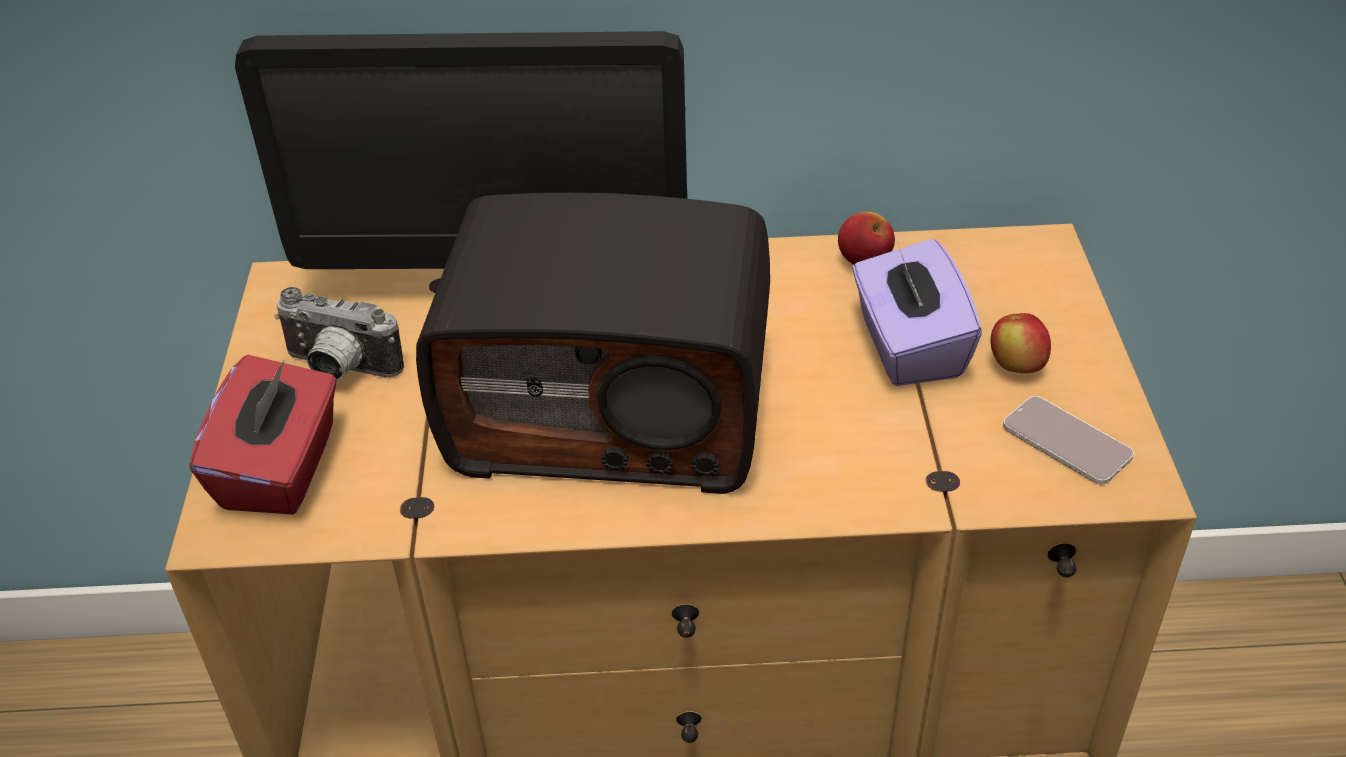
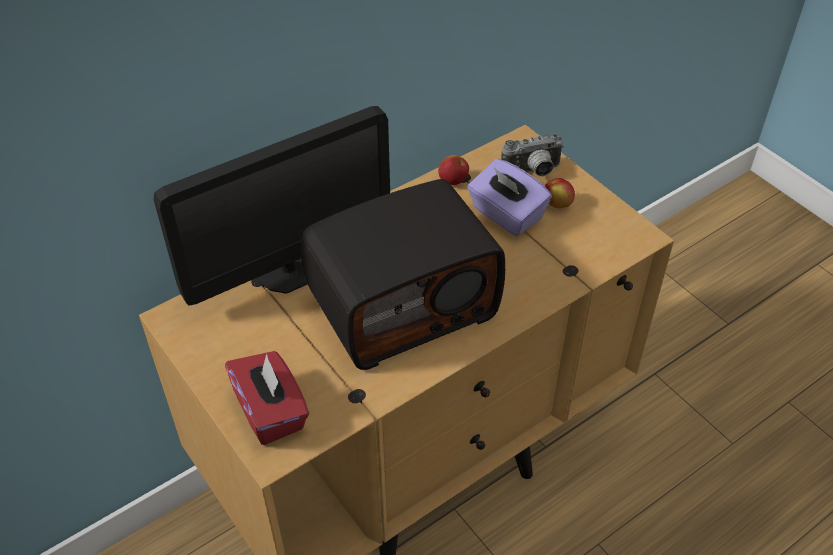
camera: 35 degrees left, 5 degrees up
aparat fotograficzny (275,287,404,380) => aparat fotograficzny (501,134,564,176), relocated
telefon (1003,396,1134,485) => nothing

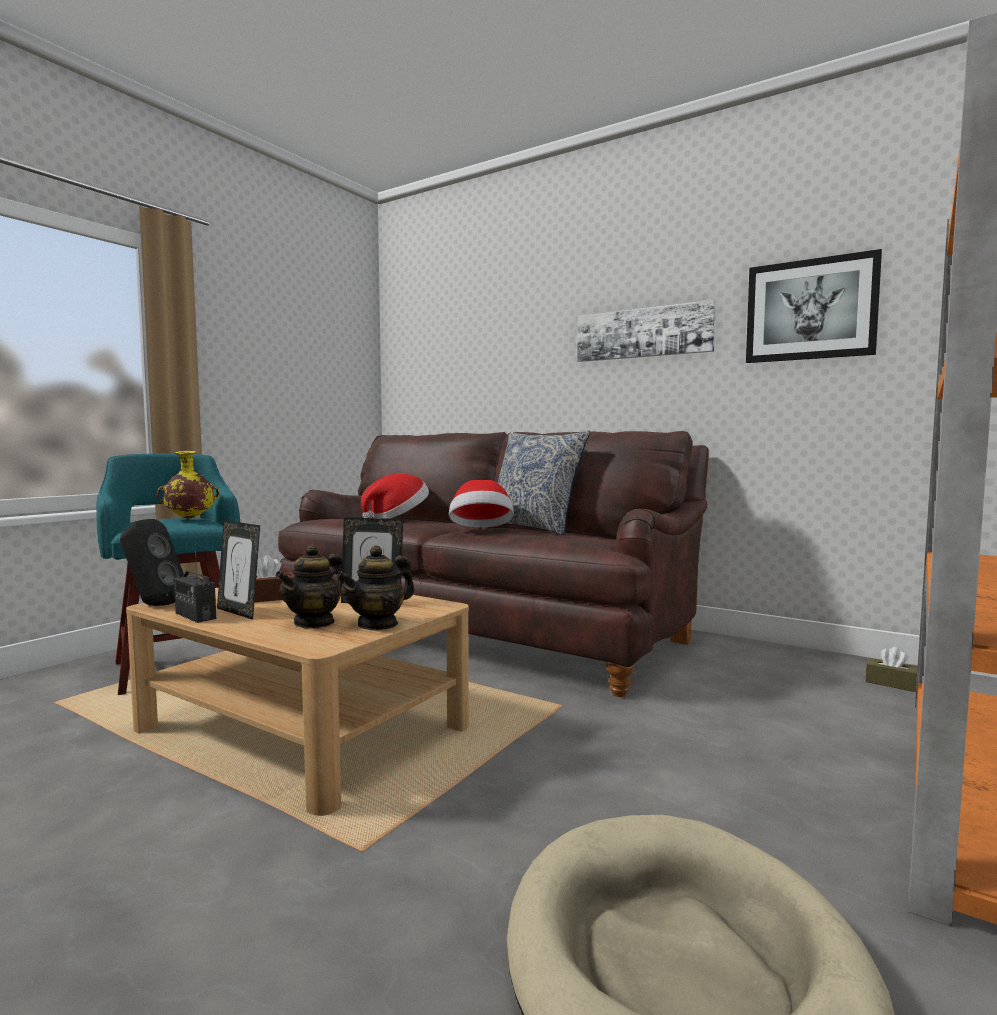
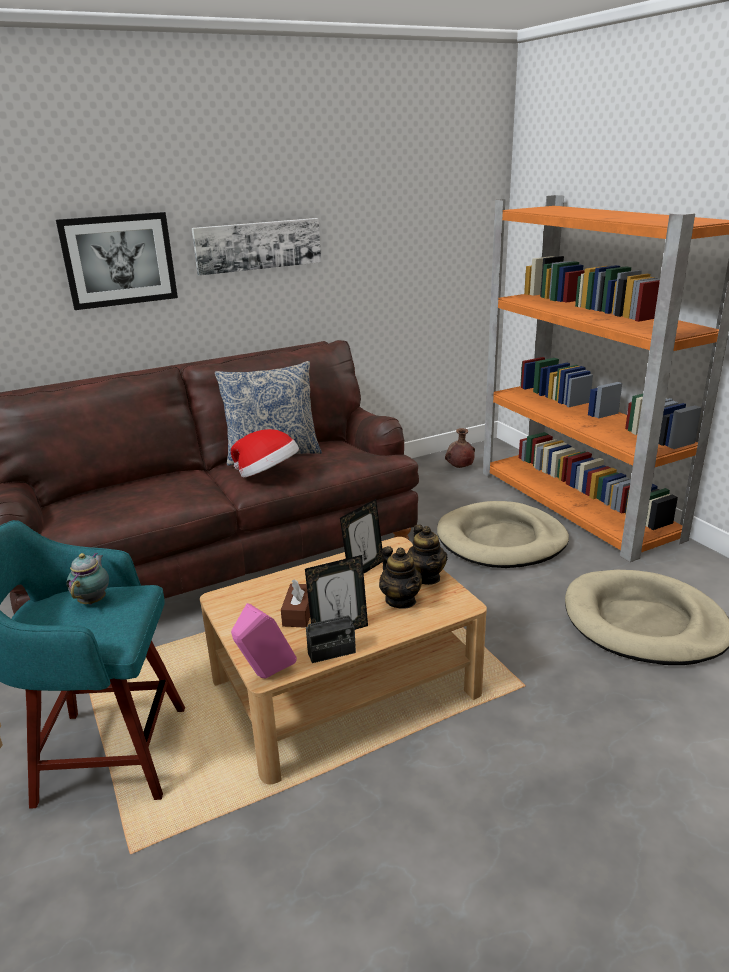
camera: 60 degrees left, 20 degrees up
głośnik (czarny) (120,519,184,606) => głośnik (różowy) (231,603,297,678)
wazon (żółty) (157,451,219,519) => imbryk (66,553,109,605)
kapelusz (361,474,429,519) => nothing
obraz (746,249,882,363) => obraz (56,212,178,310), relocated
pudełko chusteczek (brązowy) (866,647,917,692) => wazon (brązowy) (445,428,475,468)
nothing => legowisko (beżowy) (437,501,569,568)

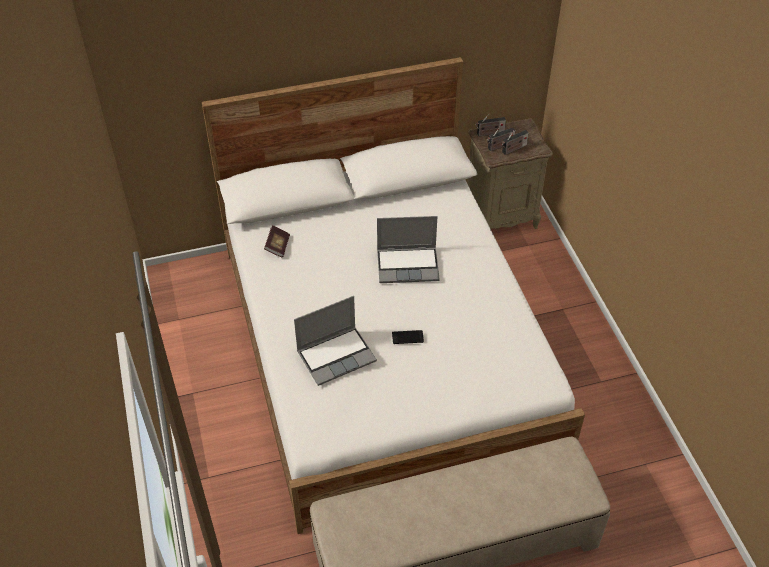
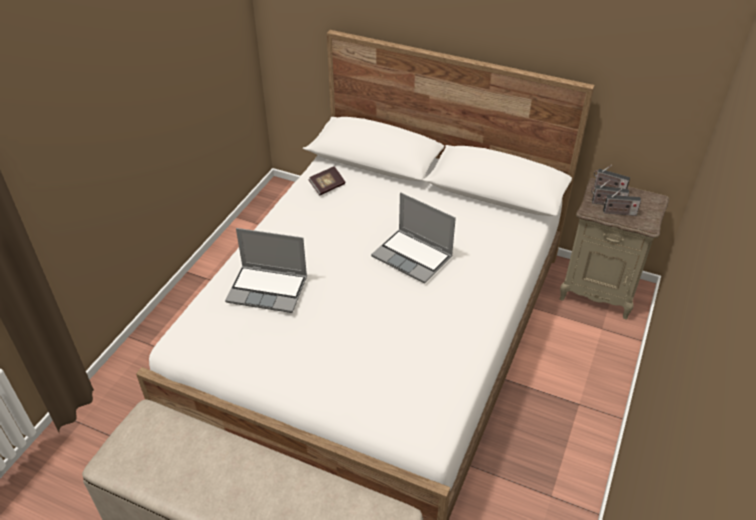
camera: 40 degrees right, 5 degrees down
telefon (392,330,424,344) => nothing

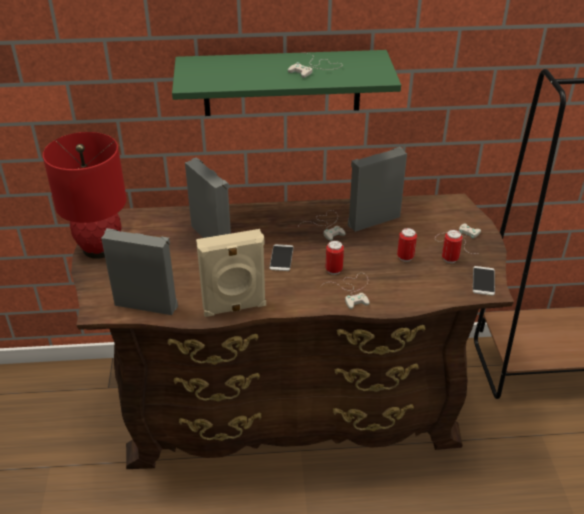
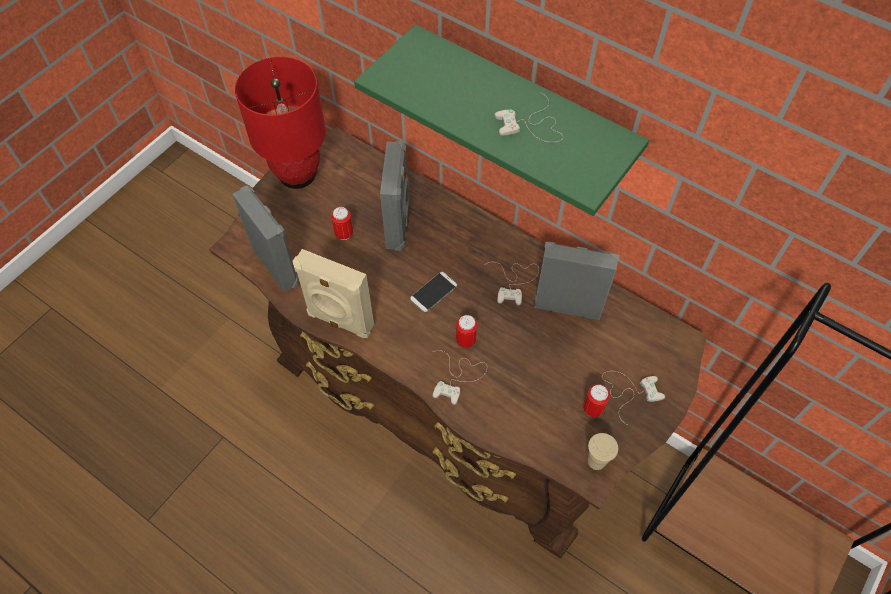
camera: 40 degrees right, 20 degrees up
puszka (397,228,417,262) => puszka (331,207,353,240), relocated
telefon (473,266,495,296) => filiżanka (beżowy) (588,433,618,470)

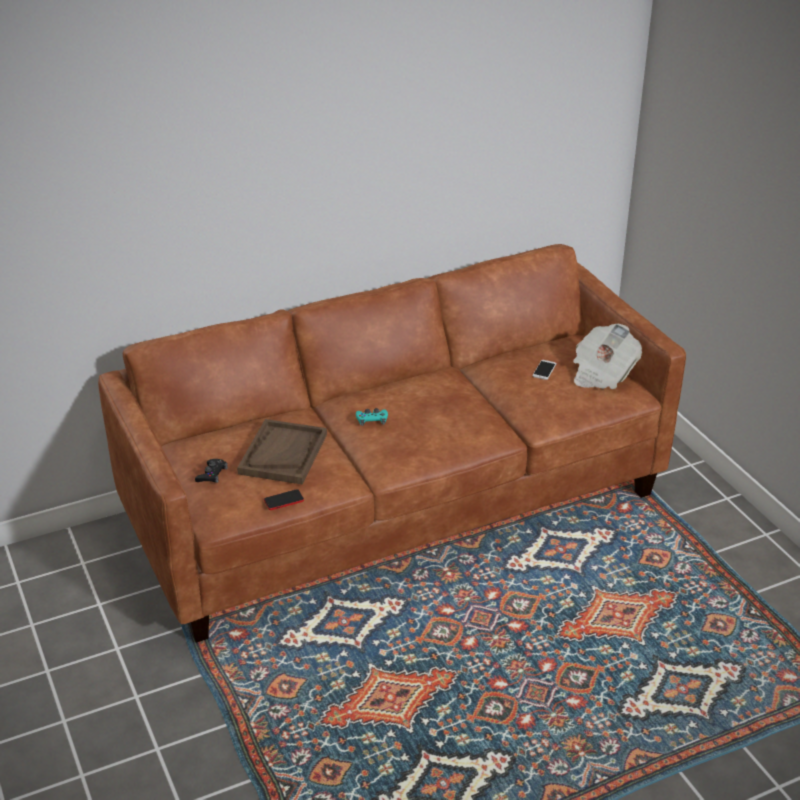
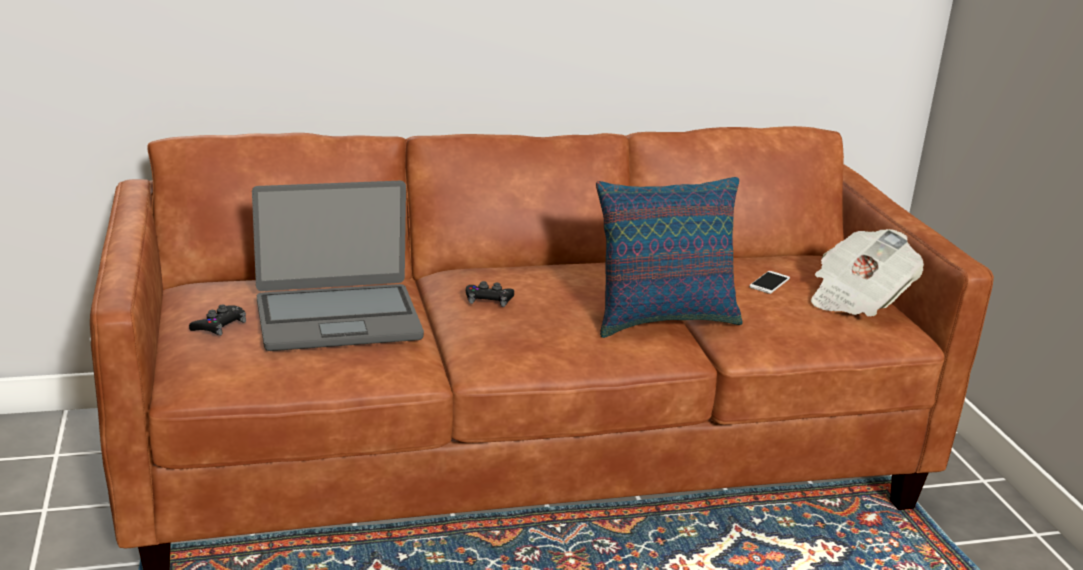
camera: 10 degrees right, 10 degrees down
taca (brązowy) (237,419,327,484) => laptop (252,181,424,351)
telefon (264,489,304,510) => nothing
pad do gier (turkusowy) (356,408,388,426) => pad do gier (czarny) (466,281,514,307)
nothing => poduszka (niebieski) (596,177,743,338)

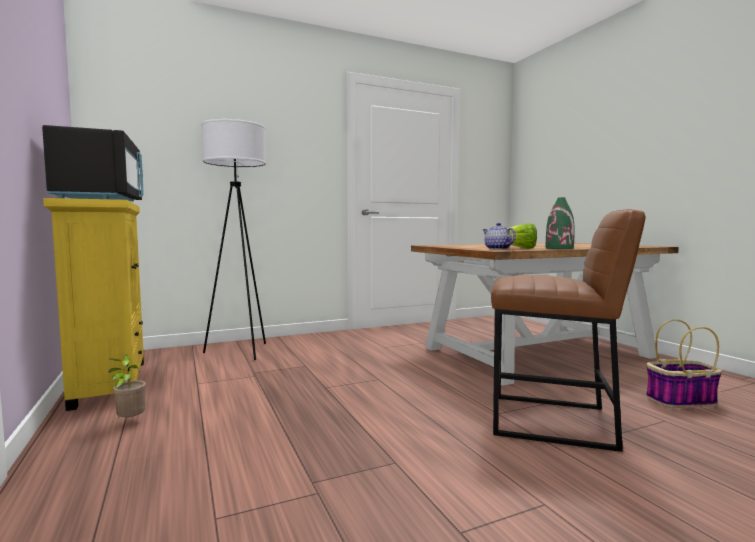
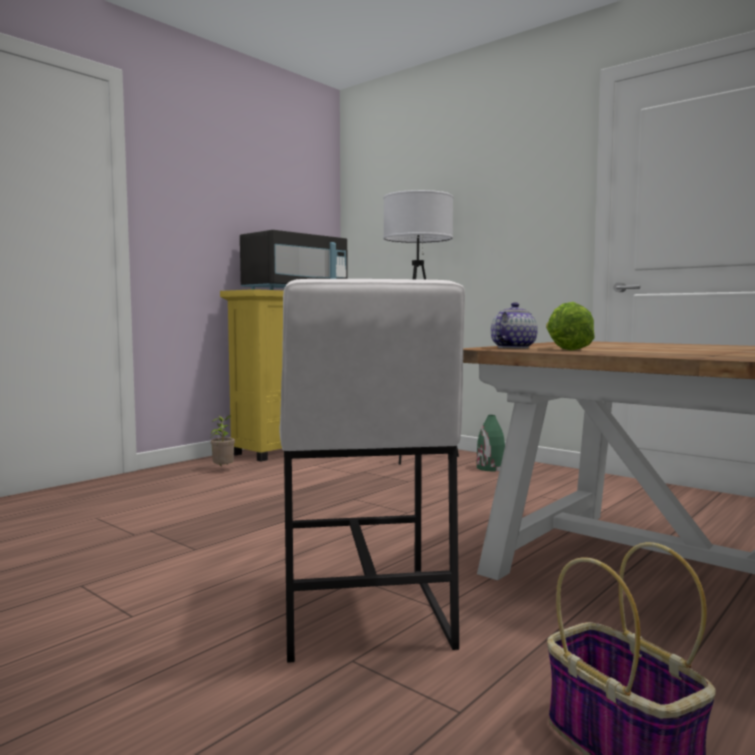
camera: 65 degrees right, 0 degrees up
krzesło (brązowy) (491,209,646,452) => krzesło (biały) (279,279,465,663)
wazon (zielony) (546,197,574,249) => wazon (zielony) (477,415,505,471), relocated

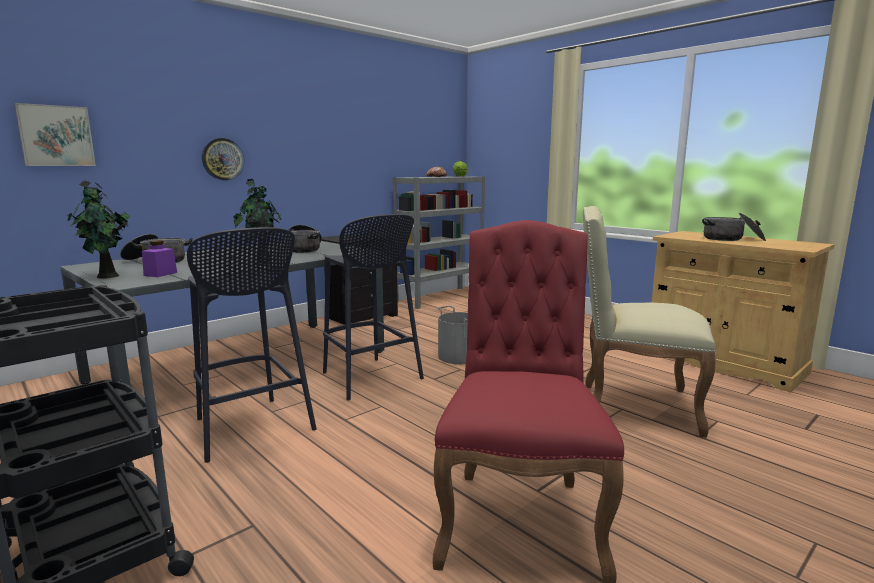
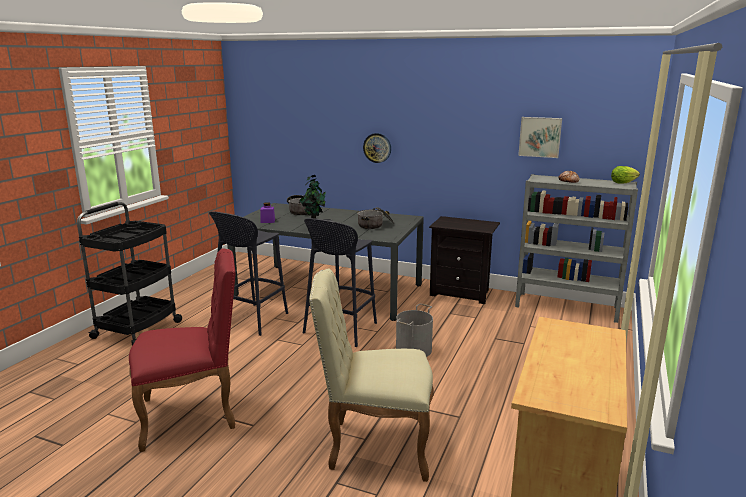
camera: 65 degrees right, 5 degrees up
obraz (14,103,96,166) => obraz (518,117,562,158), relocated
roślina doniczkowa (67,180,131,279) => nothing
krzesło (beżowy) (583,206,716,438) => krzesło (beżowy) (309,268,434,482), 75 degrees counterclockwise
garnek (702,213,766,241) => nothing

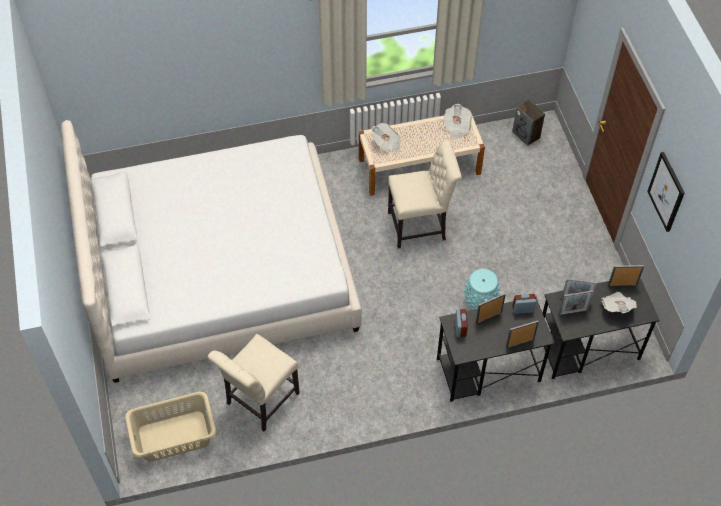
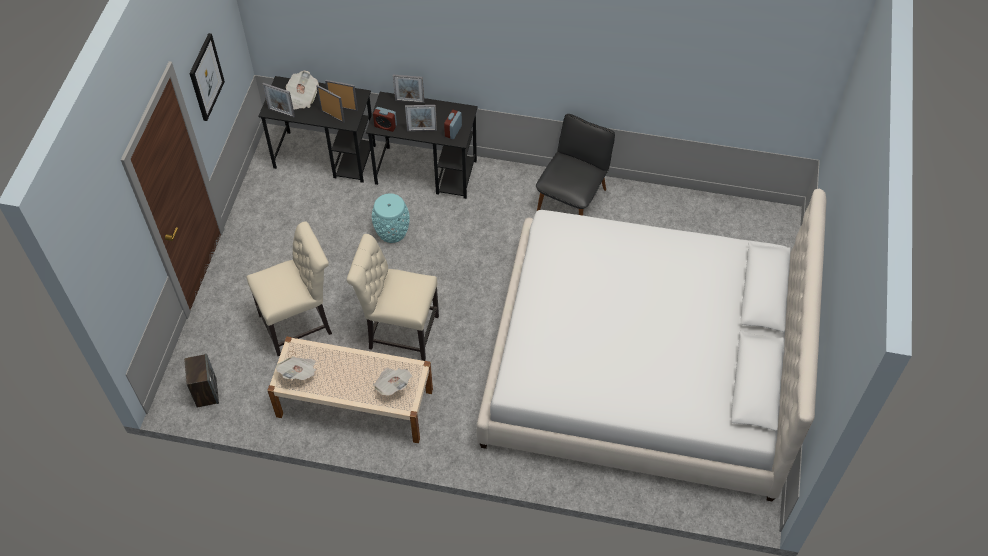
camera: 155 degrees left, 0 degrees up
kosz na pranie (beżowy) (125,392,216,462) => nothing
krzesło (beżowy) (208,334,300,431) => krzesło (beżowy) (246,221,332,356), relocated
nothing => krzesło (czarny) (536,114,615,215)

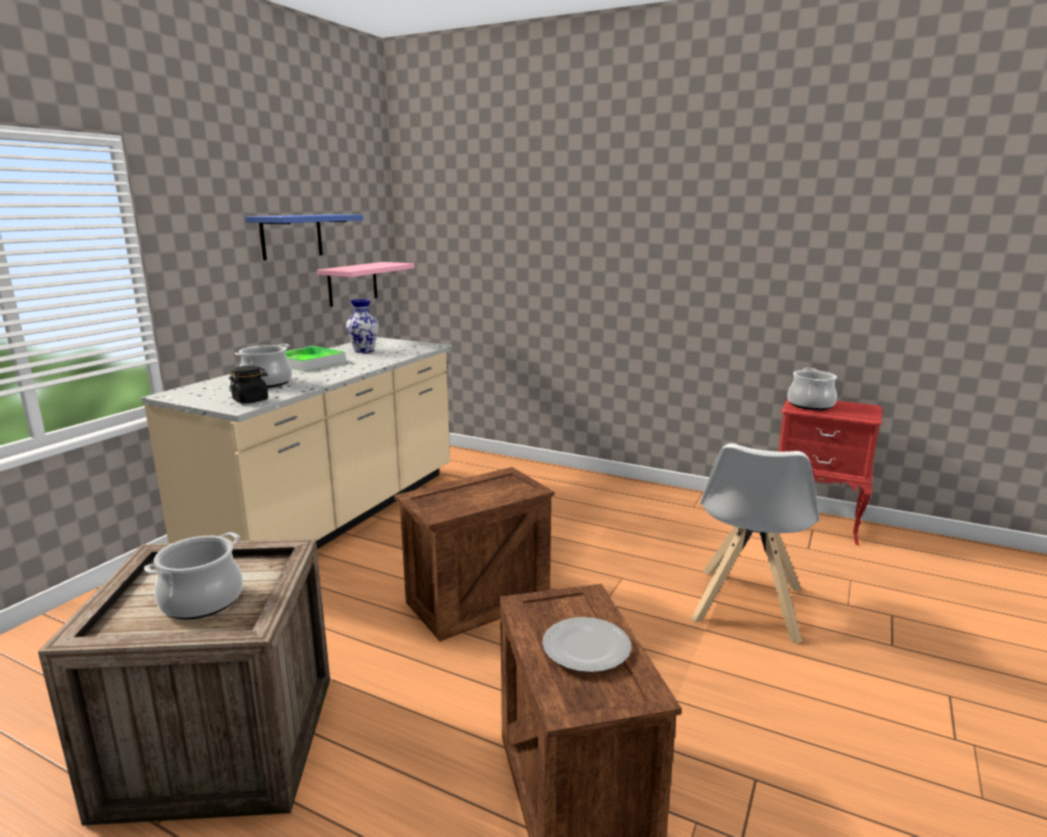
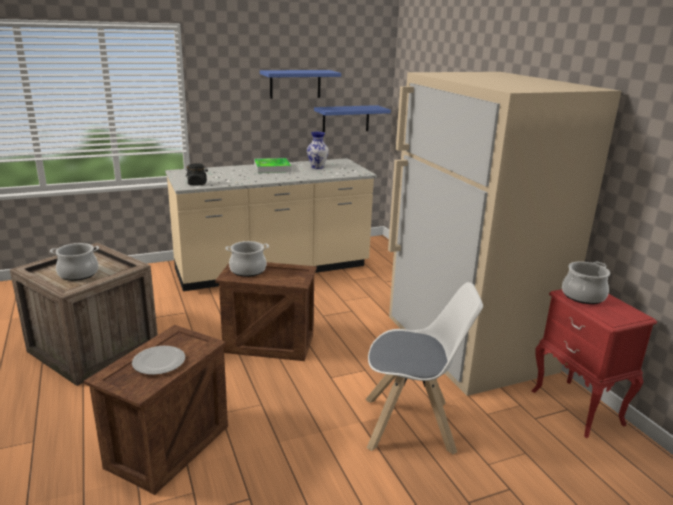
camera: 40 degrees right, 5 degrees up
garnek (235,344,292,388) => garnek (225,241,269,277), relocated
półka (różowy) (317,262,415,307) => półka (niebieski) (314,105,391,133)
krzesło (691,443,820,644) => krzesło (365,282,483,455), 150 degrees counterclockwise
nothing => lodówka (beżowy) (388,72,621,396)

